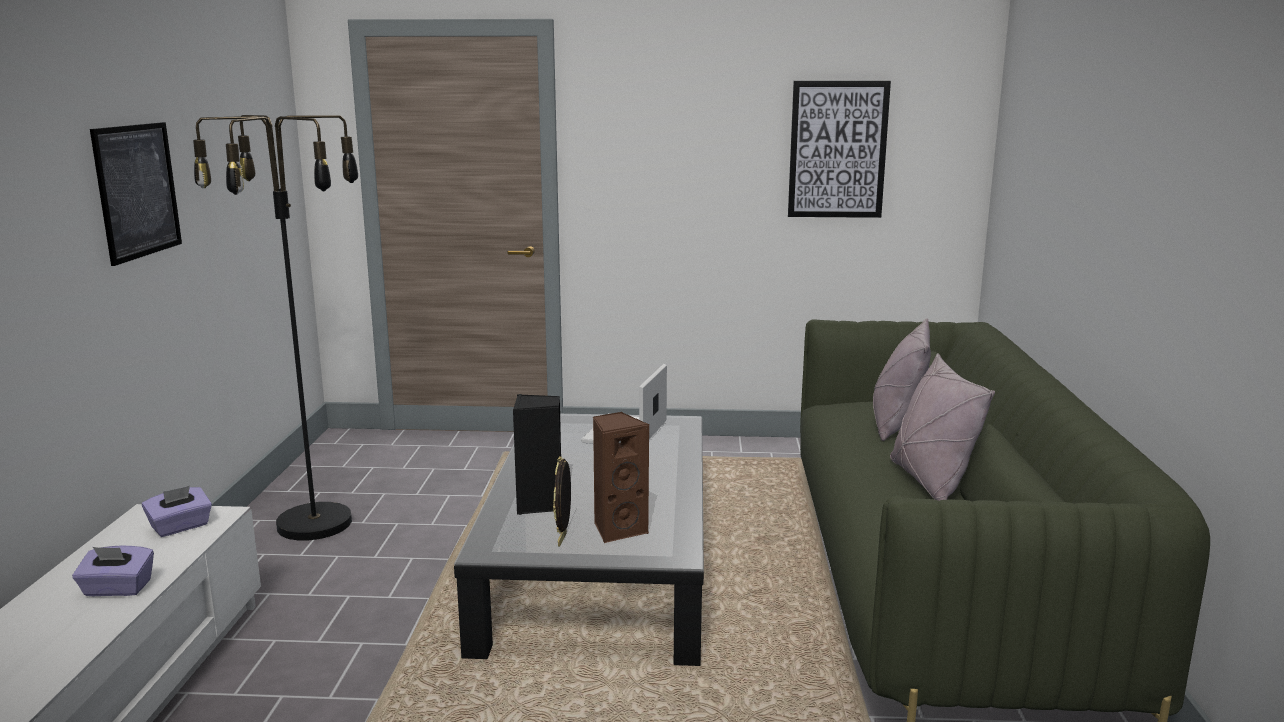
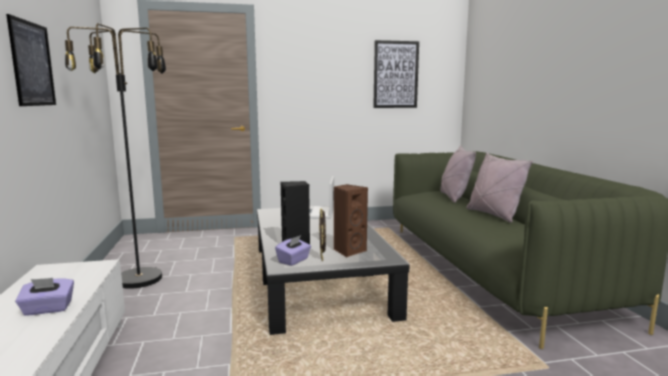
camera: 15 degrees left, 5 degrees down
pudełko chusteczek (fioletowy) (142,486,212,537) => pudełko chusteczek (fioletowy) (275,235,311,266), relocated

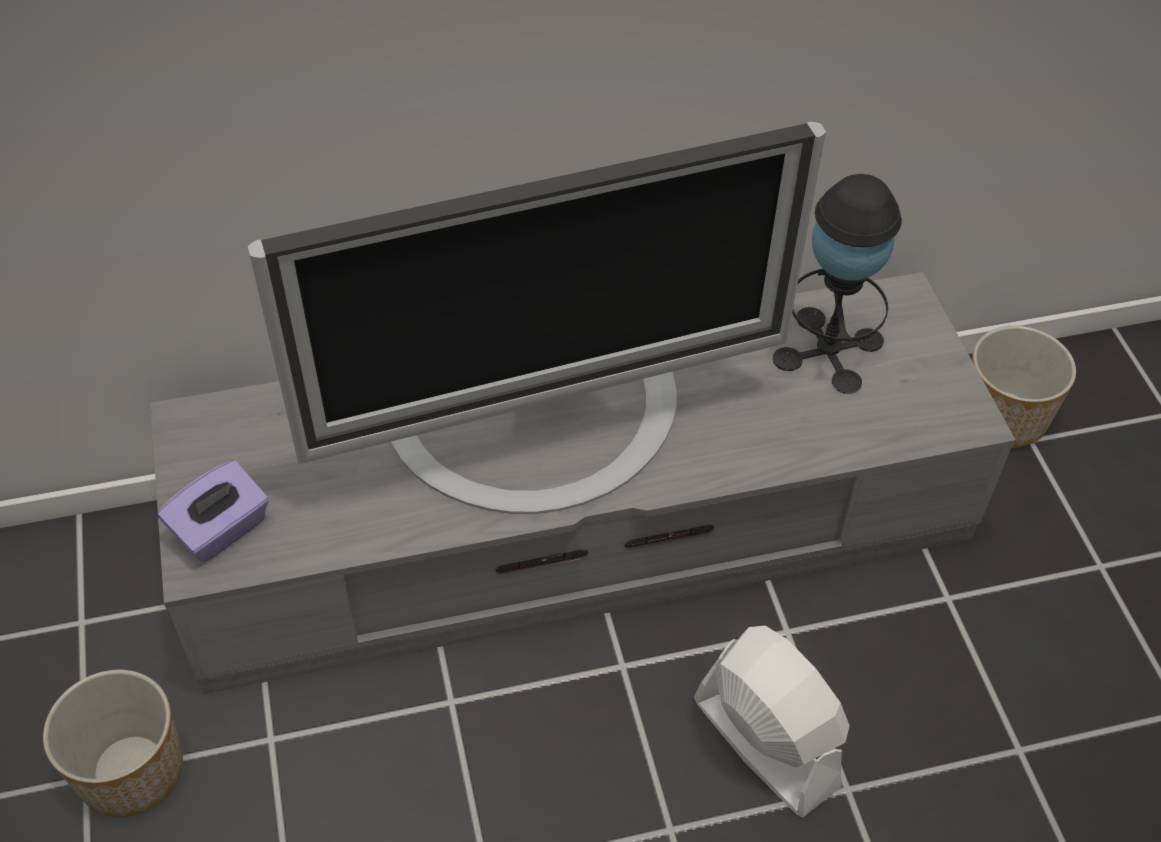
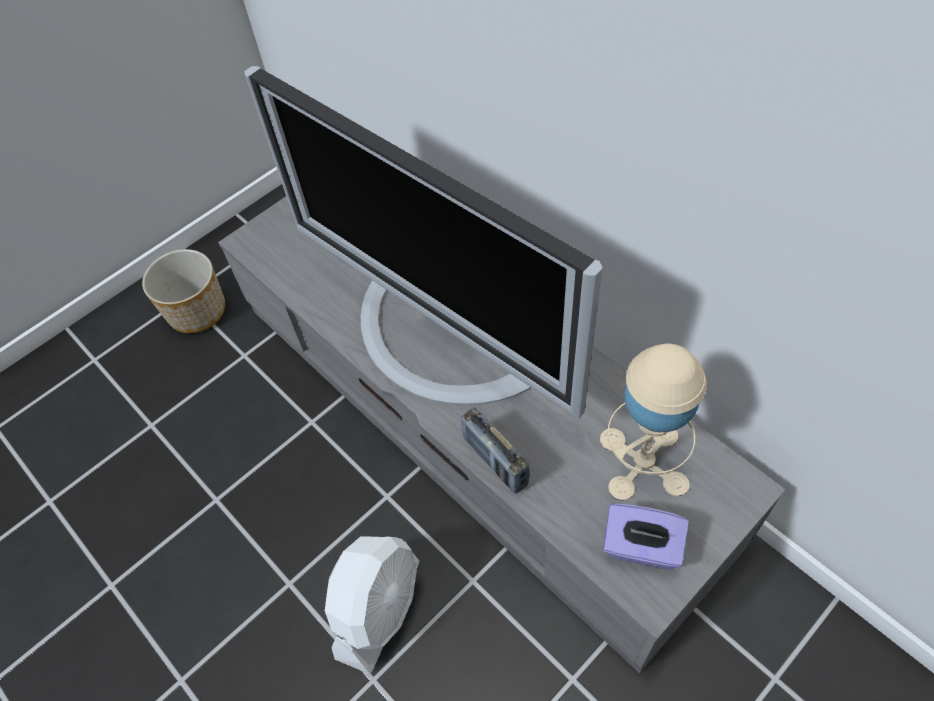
camera: 65 degrees right, 5 degrees up
pudełko chusteczek (fioletowy) (158,460,269,562) => pudełko chusteczek (fioletowy) (603,504,689,570), relocated
lampa stołowa (czarny) (773,174,902,394) => lampa stołowa (beżowy) (600,344,707,501)
donica (972,326,1076,447) => nothing
nothing => radio (461,408,530,494)

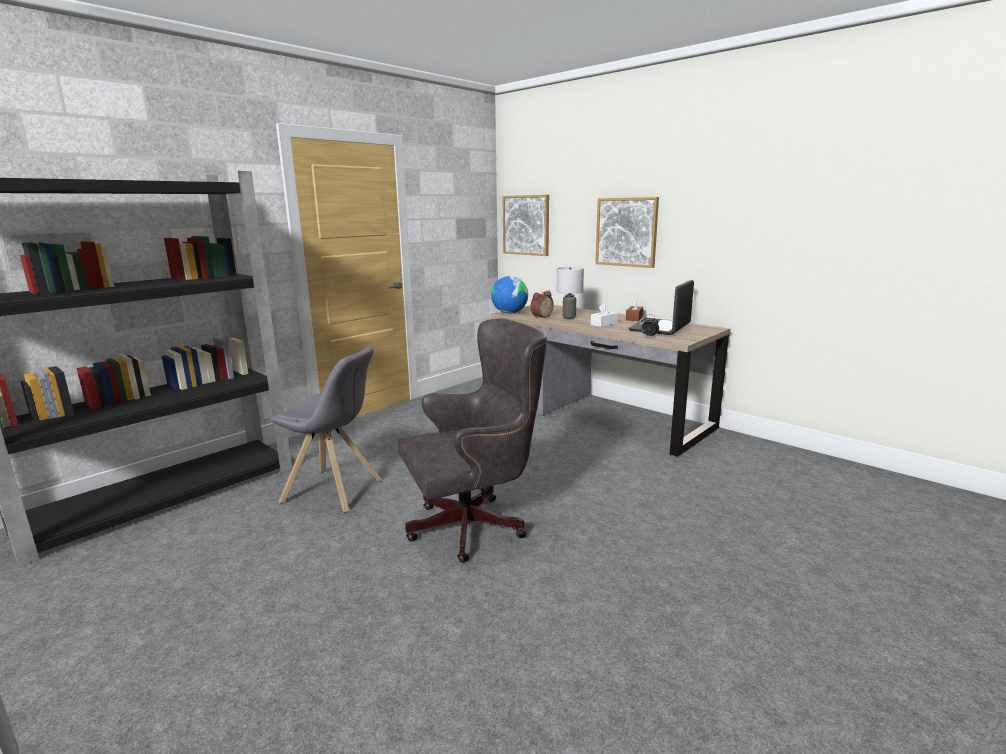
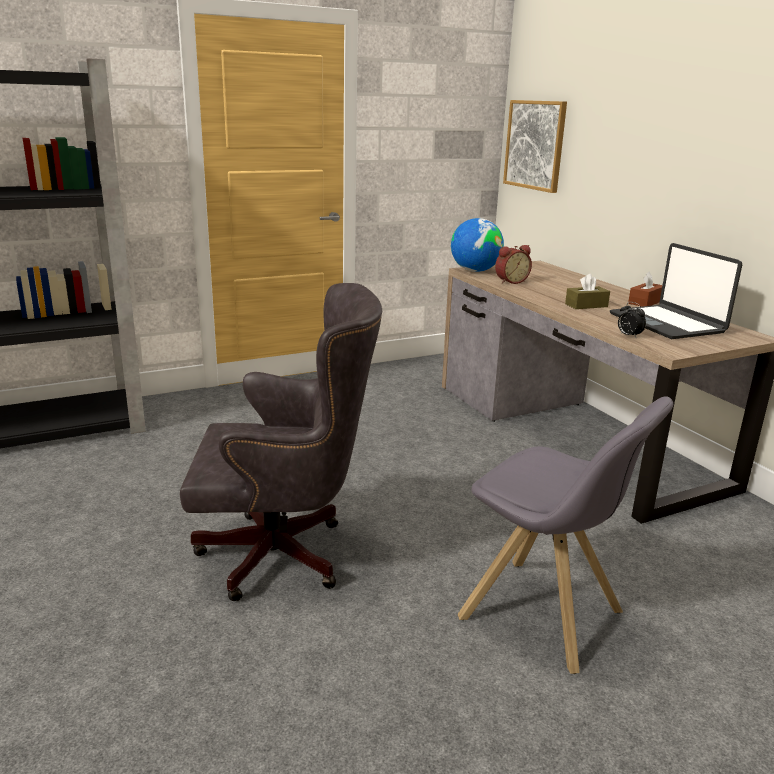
camera: 20 degrees right, 5 degrees up
krzesło (szary) (270,346,382,513) => krzesło (szary) (458,396,673,674), relocated
lampa stołowa (biały) (557,267,584,319) => nothing
pudełko chusteczek (biały) (591,303,618,327) => pudełko chusteczek (brązowy) (565,274,610,309)
obraz (595,197,659,268) => nothing
laptop (629,280,694,335) => laptop (610,243,742,339), 75 degrees counterclockwise

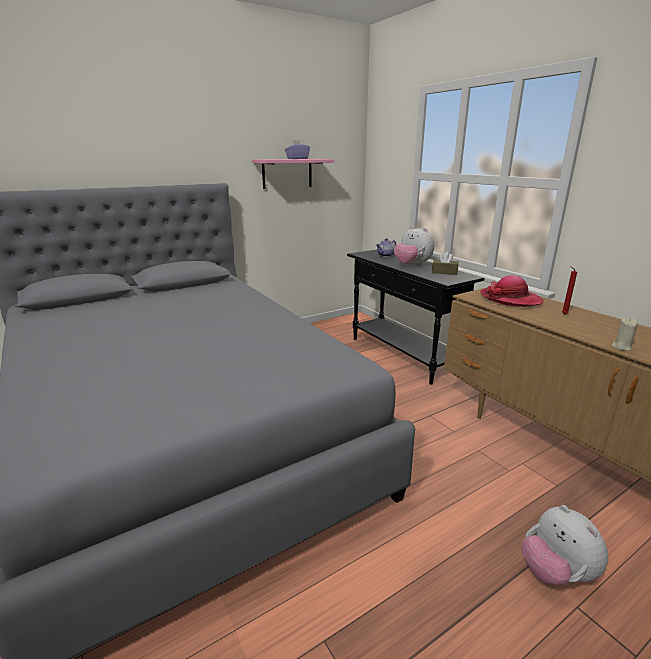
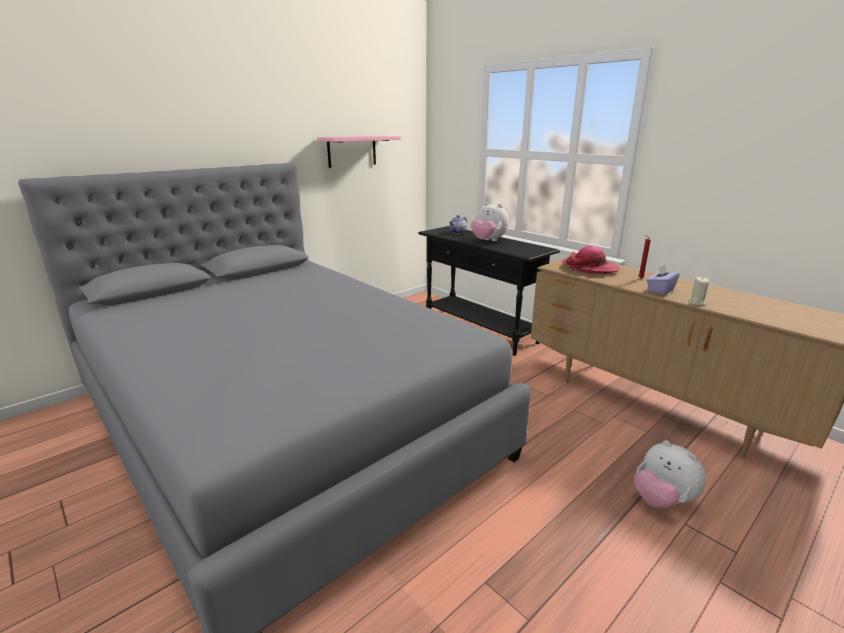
camera: 10 degrees left, 0 degrees up
pudełko chusteczek (fioletowy) (285,140,310,159) => pudełko chusteczek (fioletowy) (647,265,680,295), relocated
pudełko chusteczek (brązowy) (432,252,459,275) => nothing

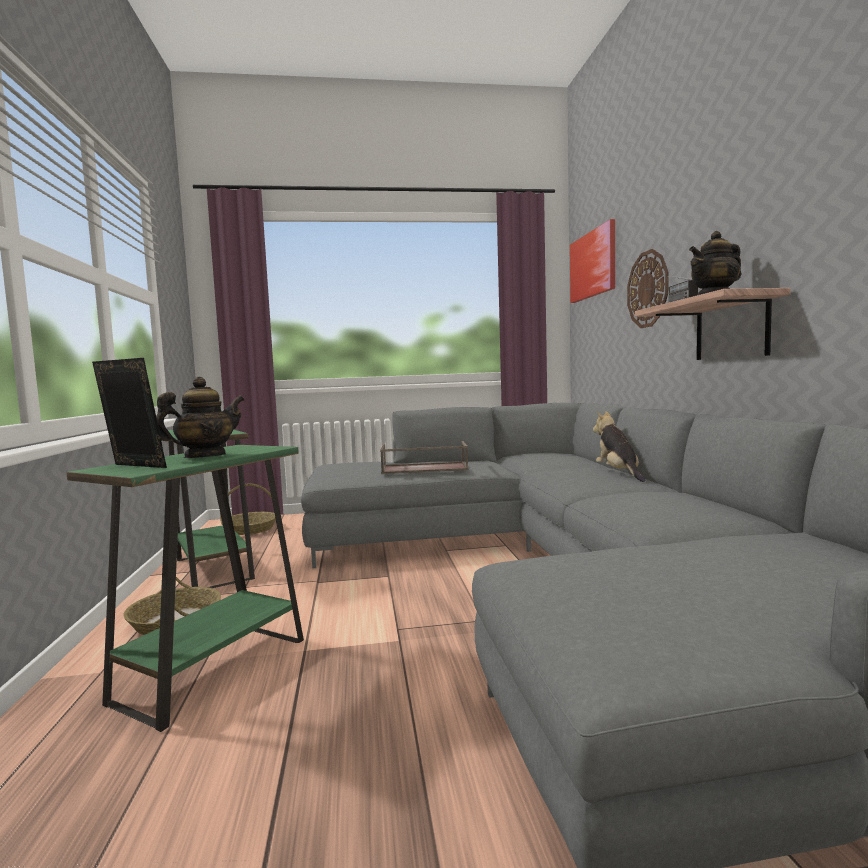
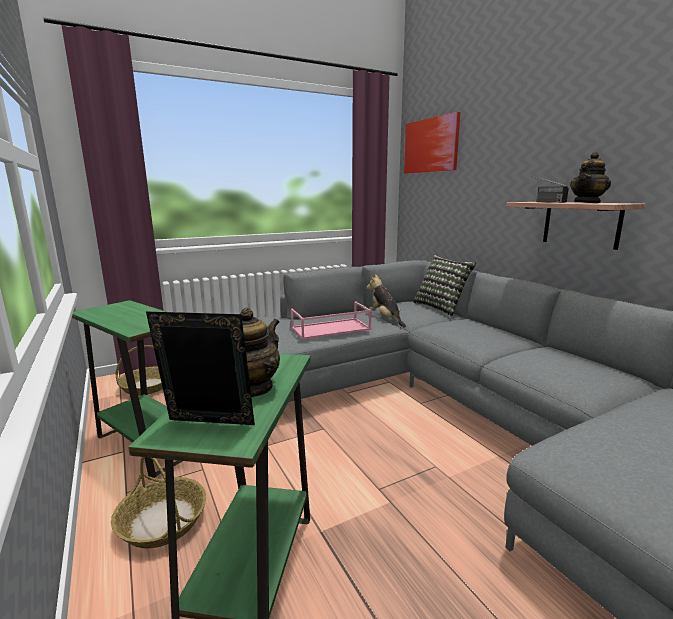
camera: 20 degrees left, 10 degrees up
taca (brązowy) (380,441,469,474) => taca (różowy) (291,301,372,339)
pluszak (593,411,646,482) => pluszak (367,274,406,328), relocated
zegar ścienny (627,249,669,328) => nothing
nothing => poduszka (413,255,476,317)

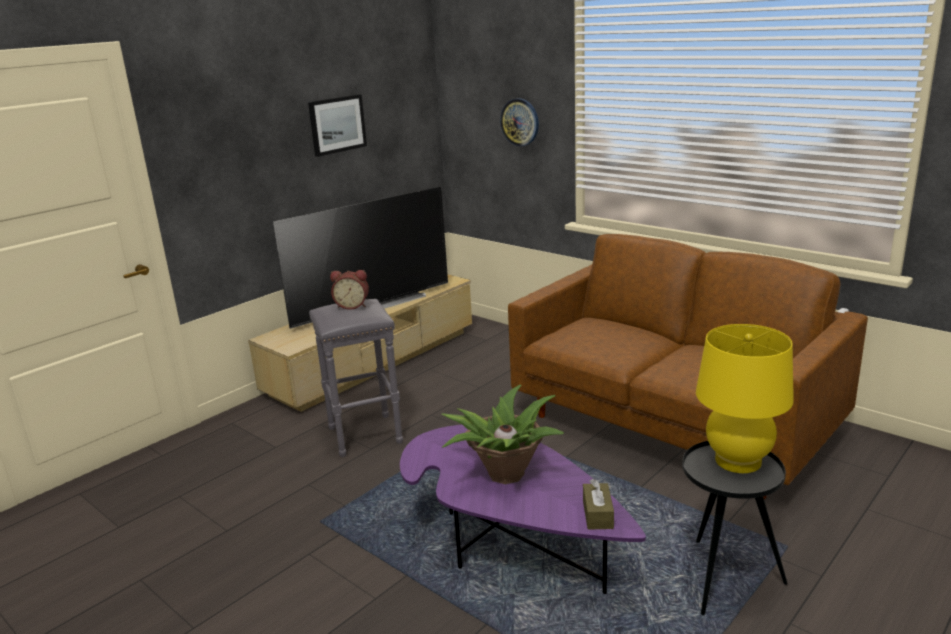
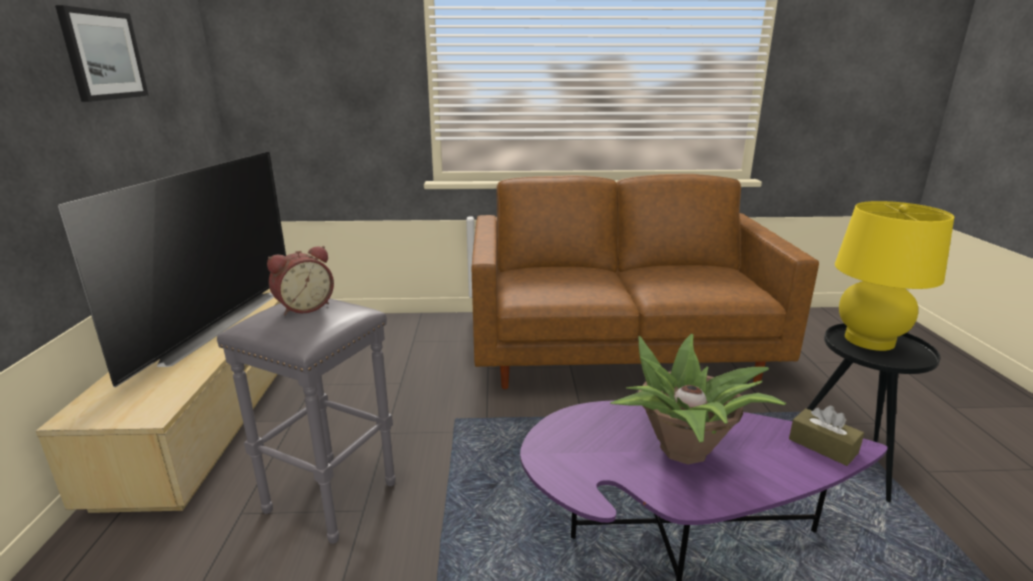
camera: 45 degrees left, 0 degrees up
zegar ścienny (500,98,539,146) => nothing

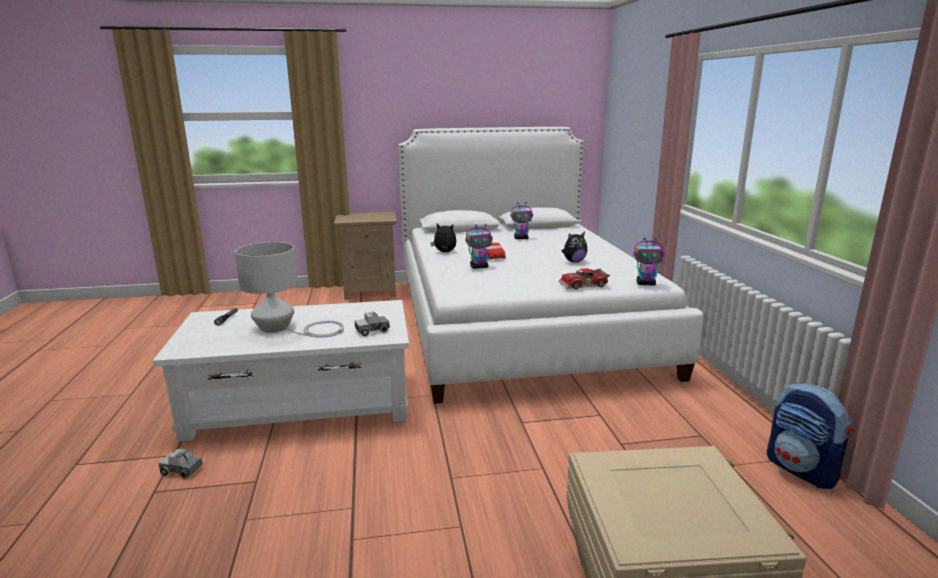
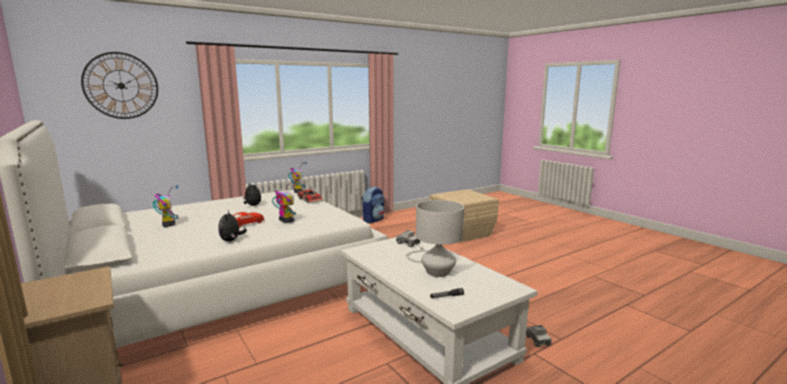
camera: 115 degrees left, 5 degrees down
nothing => zegar ścienny (81,52,158,119)

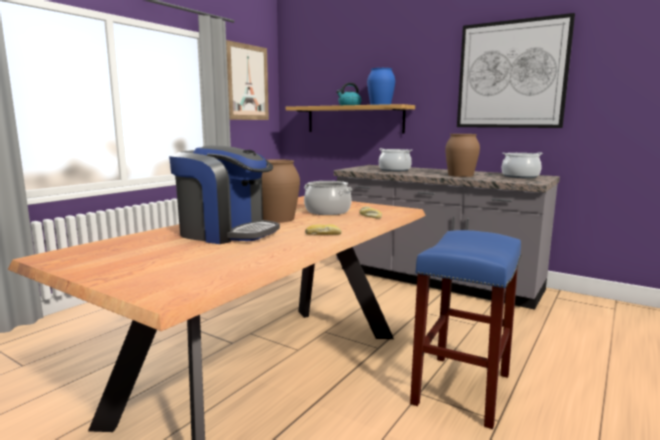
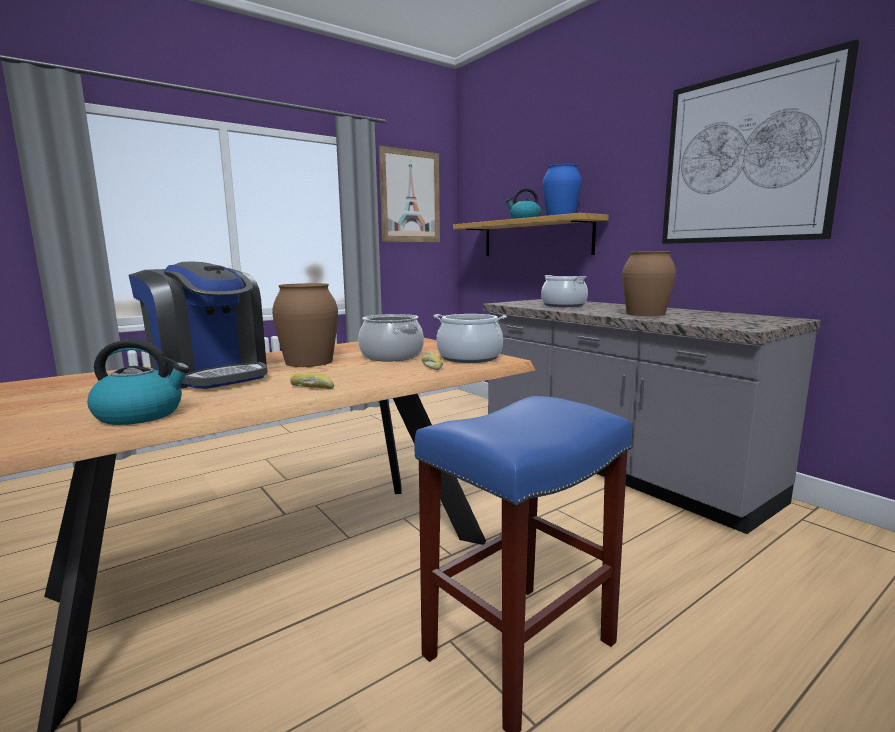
camera: 20 degrees right, 0 degrees up
garnek (502,152,543,178) => garnek (434,314,507,363), relocated
nothing => czajnik (87,339,190,425)

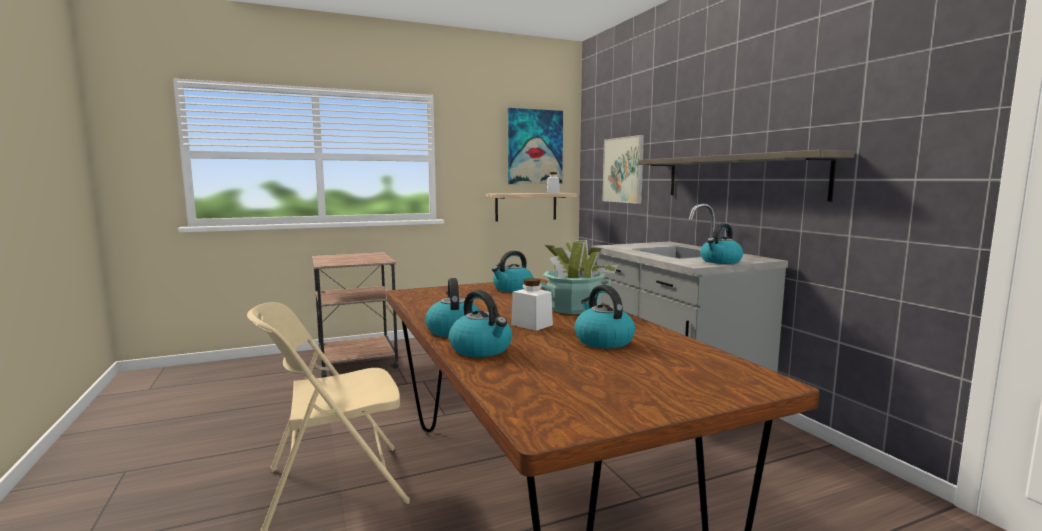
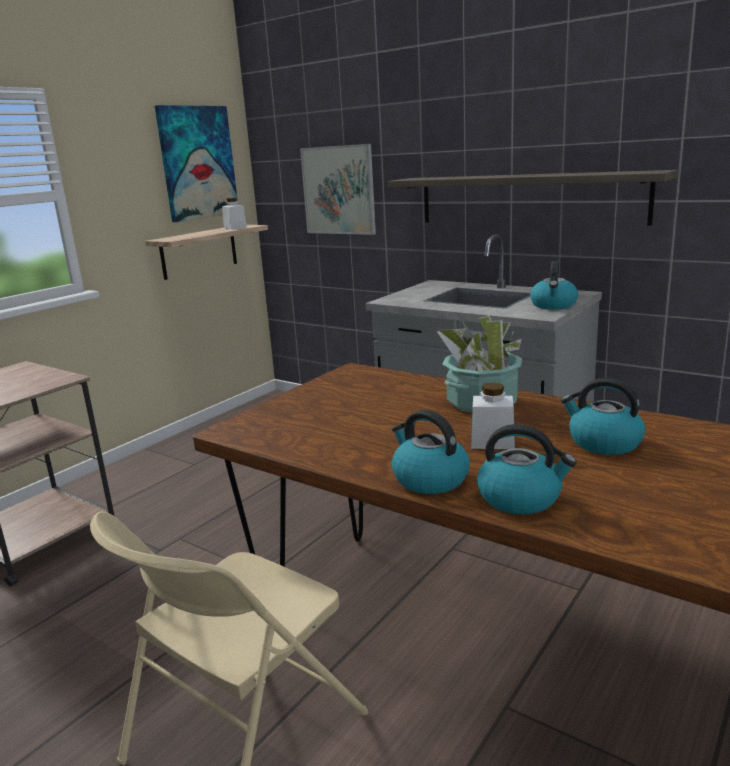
camera: 30 degrees left, 10 degrees up
czajnik (492,251,533,292) => nothing

